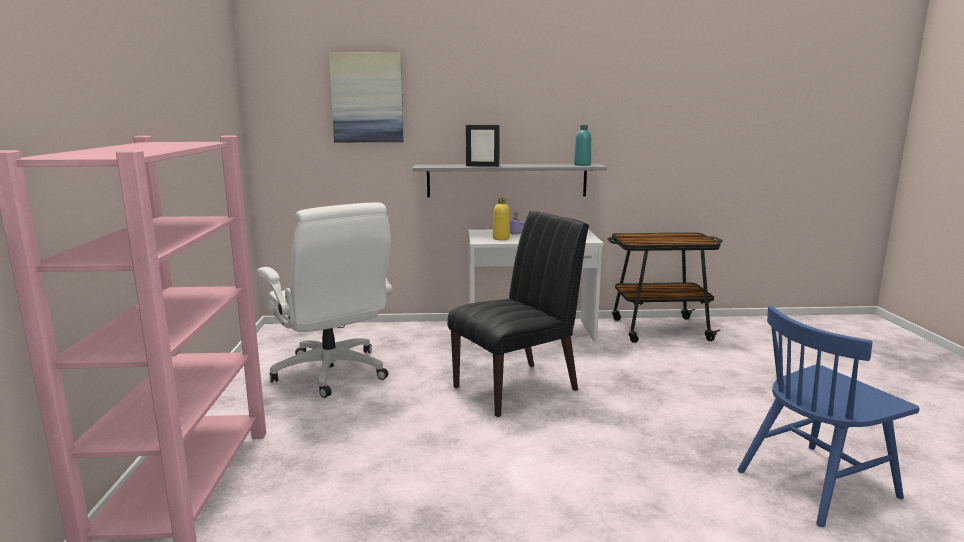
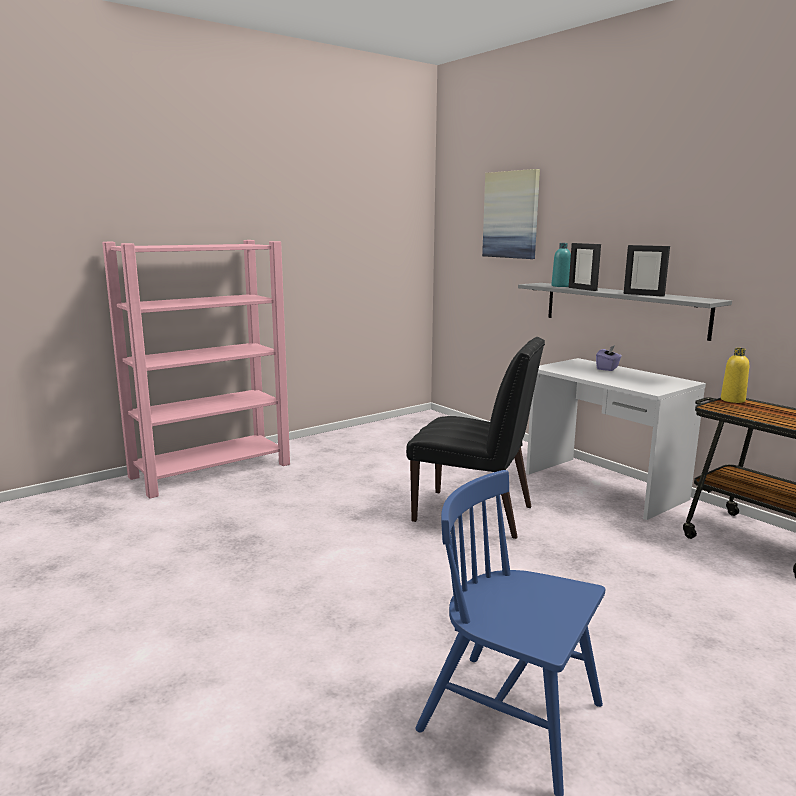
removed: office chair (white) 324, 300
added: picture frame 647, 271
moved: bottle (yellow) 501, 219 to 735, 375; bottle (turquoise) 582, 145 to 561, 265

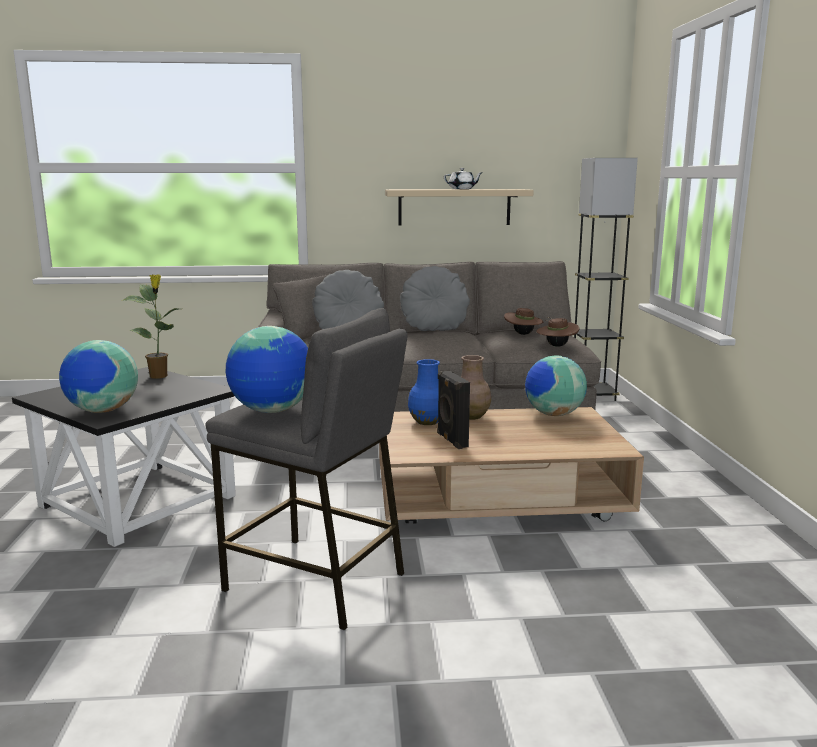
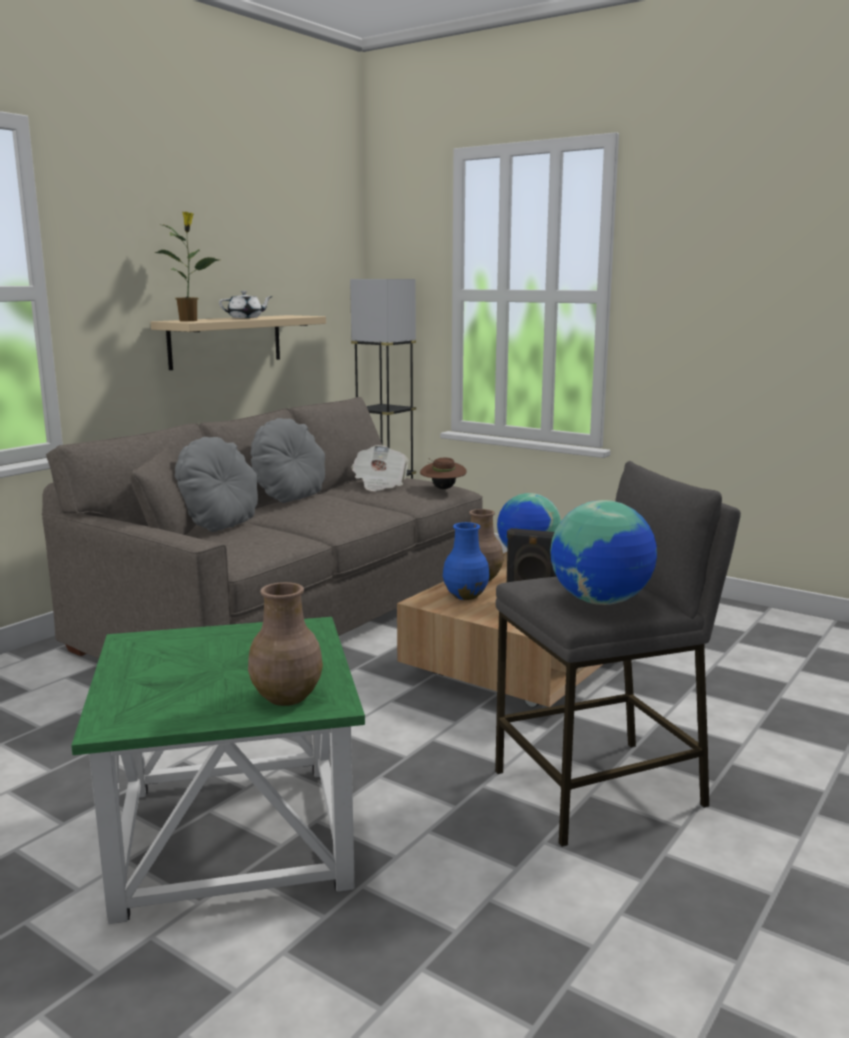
moved: potted plant 150, 327 to 186, 266
replaced: globe 98, 376 to vase (brown) 285, 644; hat (brown) 523, 321 to newspaper 380, 468
recoloured: side table (black) 124, 457 to side table (green) 218, 770

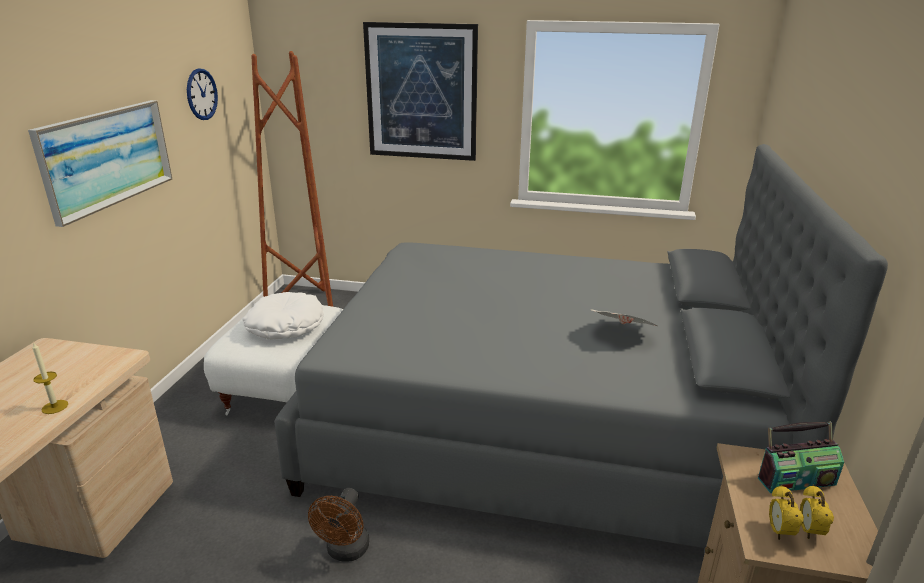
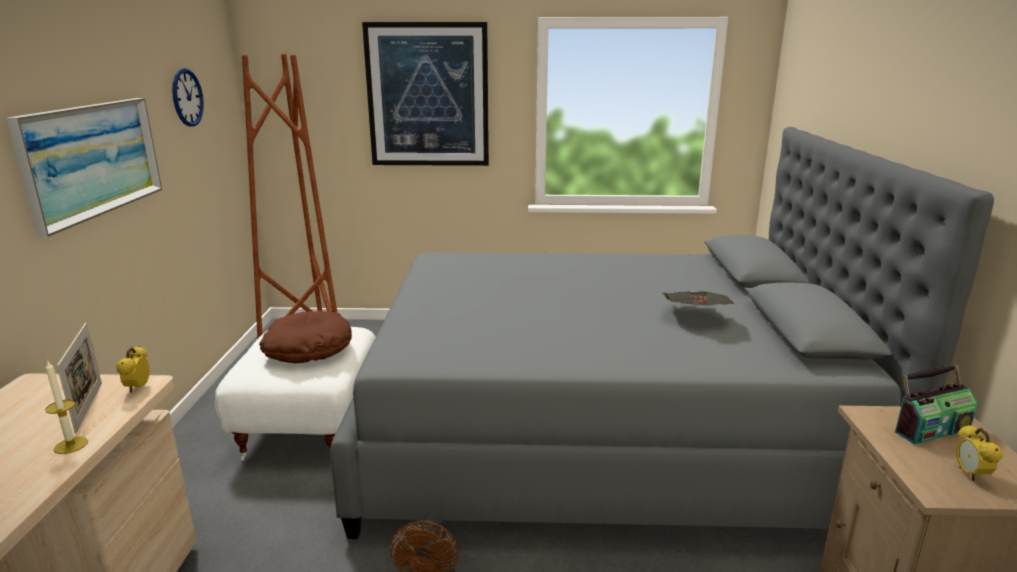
added: picture frame 79, 378
moved: alarm clock 786, 512 to 132, 369
recoloured: pillow (white) 283, 315 to pillow (brown) 305, 337

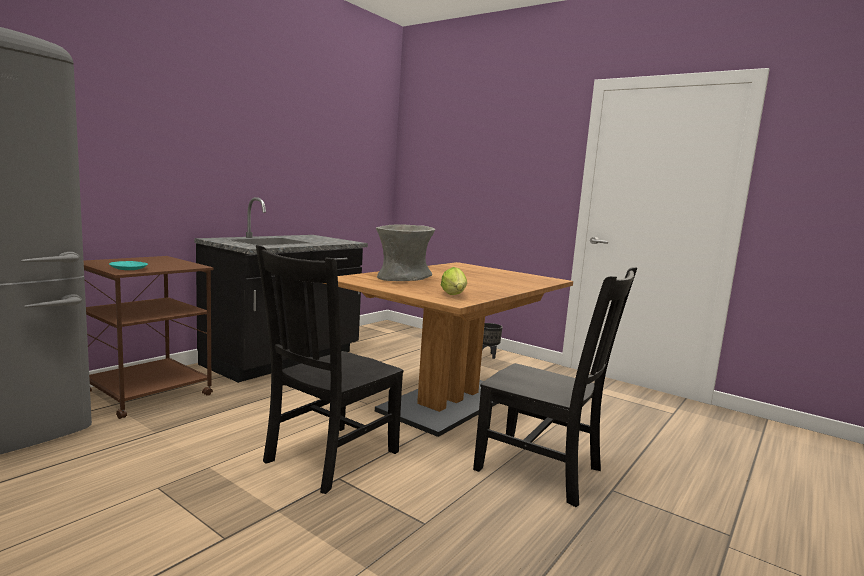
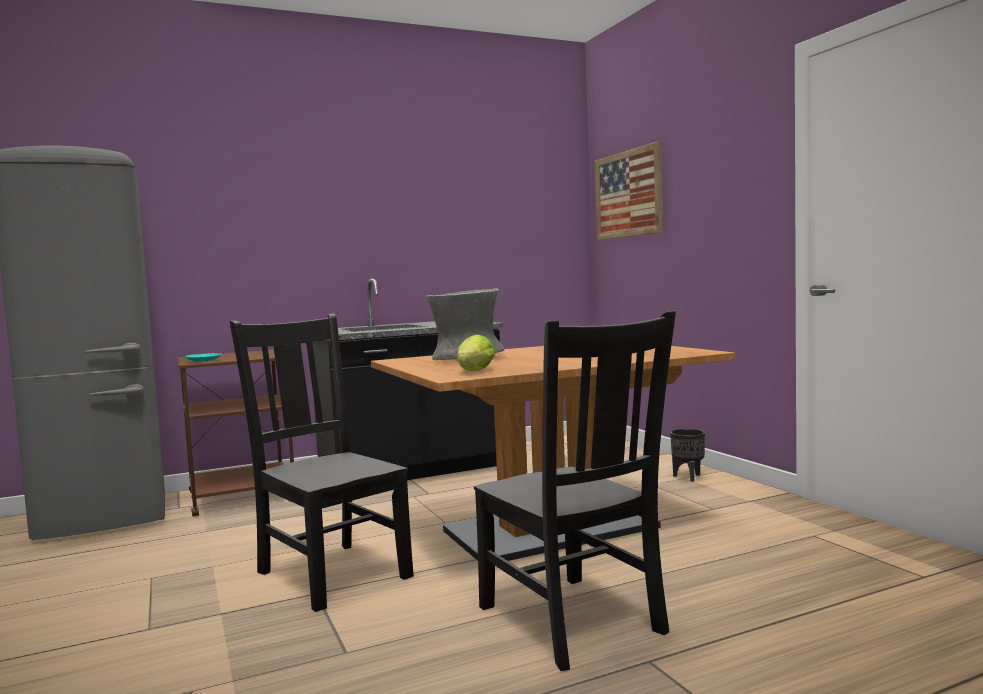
added: picture 629, 191
turned: chair (black) 330, 369 = 322, 463 75 degrees clockwise

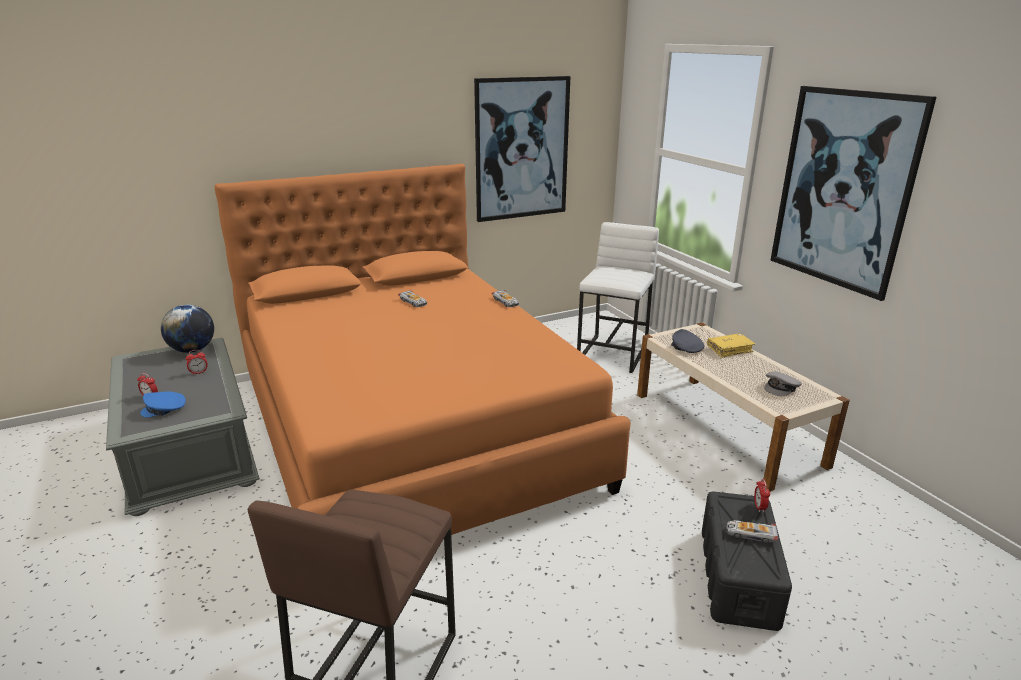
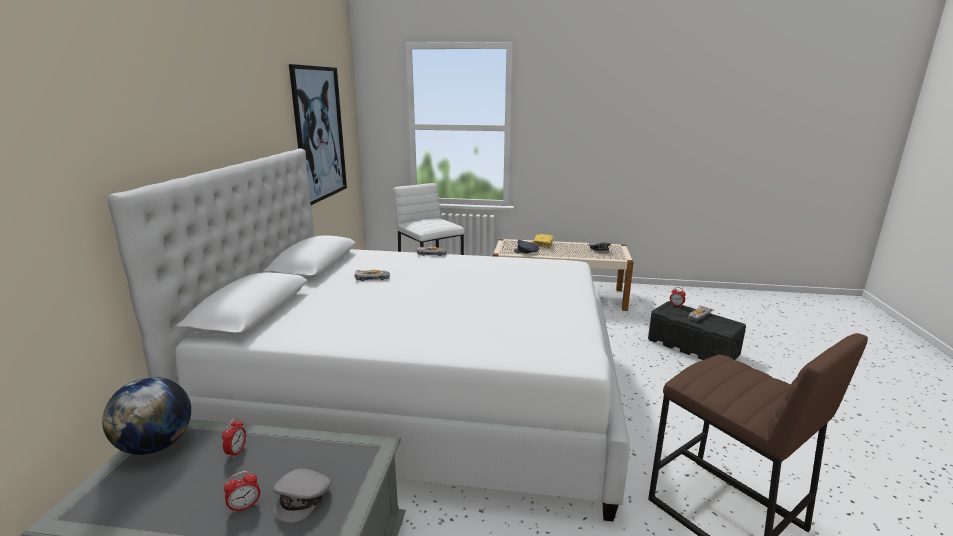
removed: picture 853, 193
recoloured: cap (blue) 163, 404 to cap (grey) 302, 496; bed (orange) 422, 349 to bed (white) 369, 334

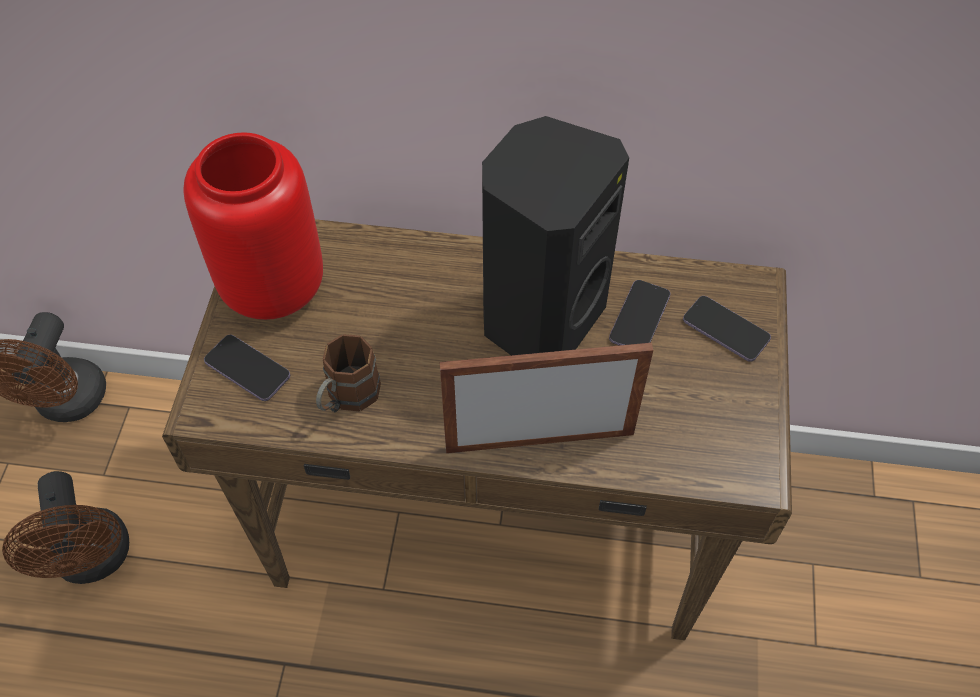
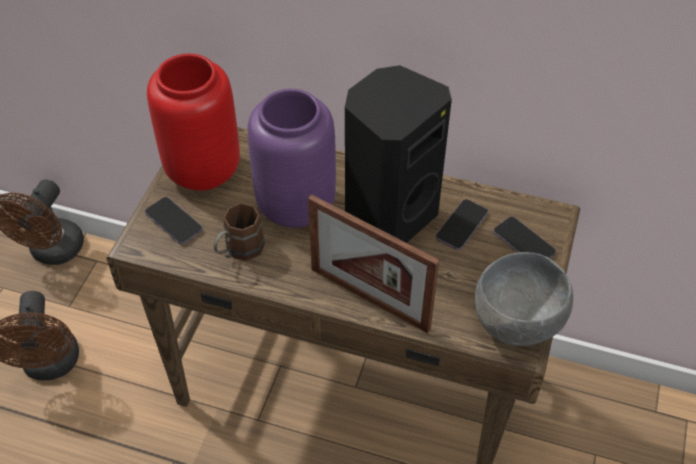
added: vase (purple) 292, 158; bowl (grey) 524, 299
turned: picture frame 546, 398 = 373, 264 150 degrees counterclockwise

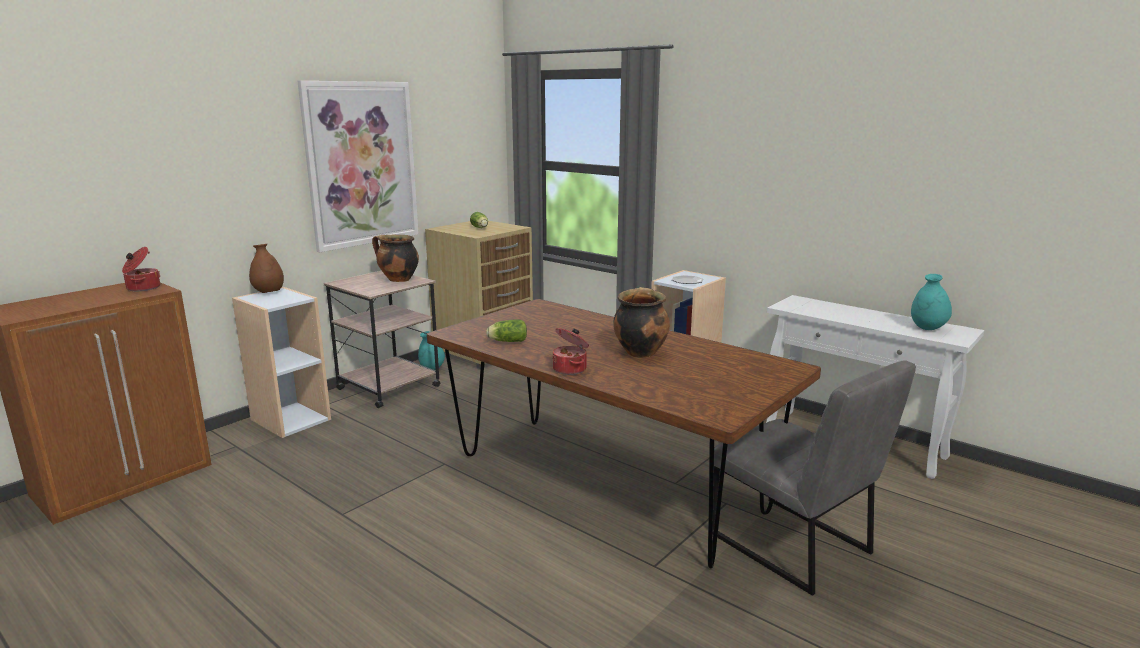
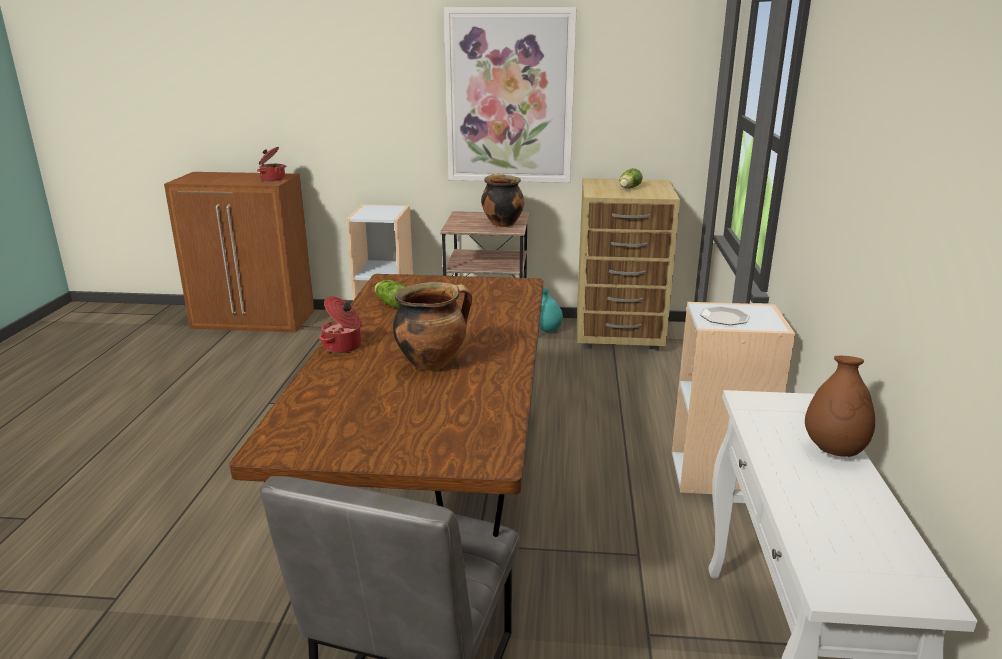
removed: vase (turquoise) 931, 302
moved: vase (brown) 266, 268 to 840, 406

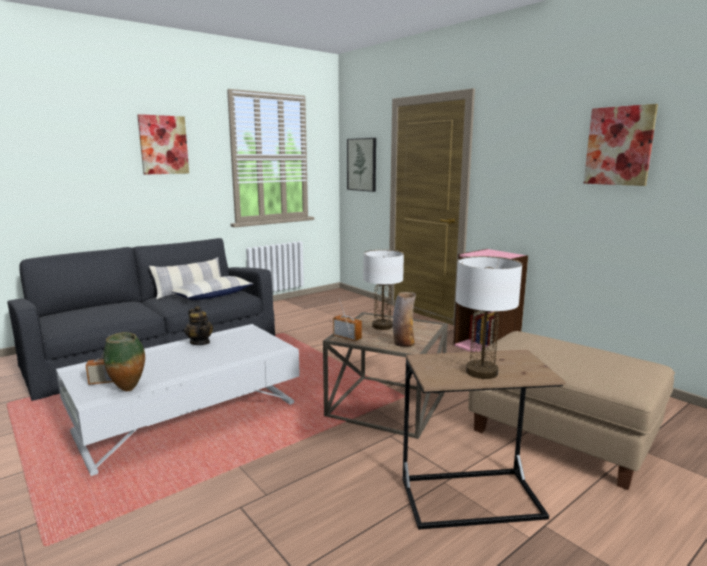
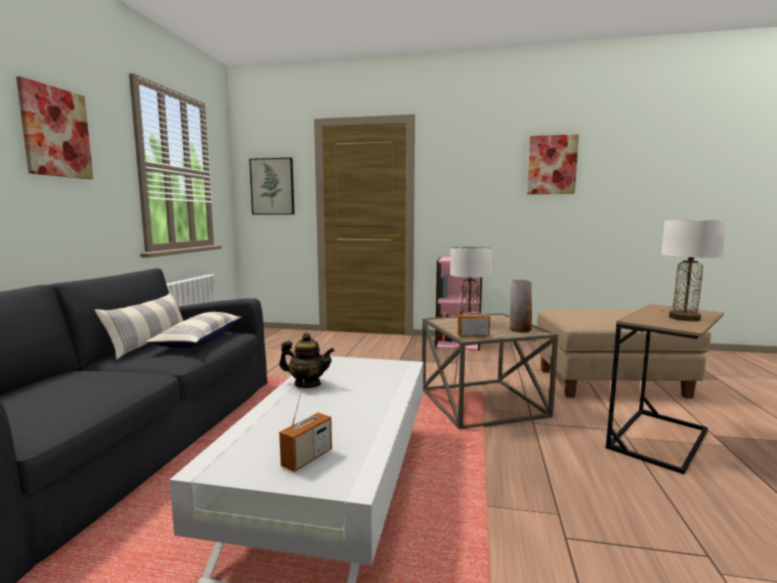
removed: vase 124, 361

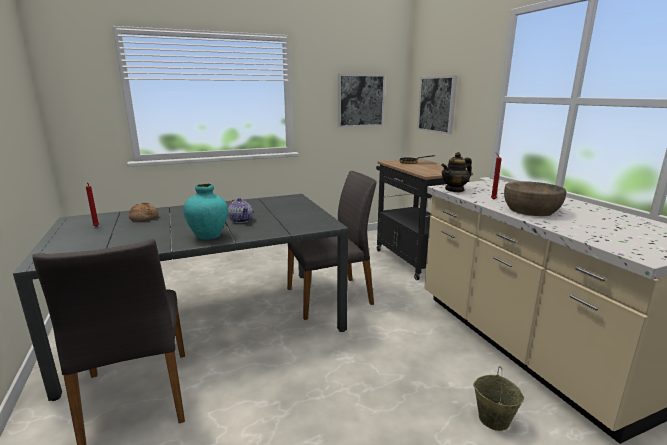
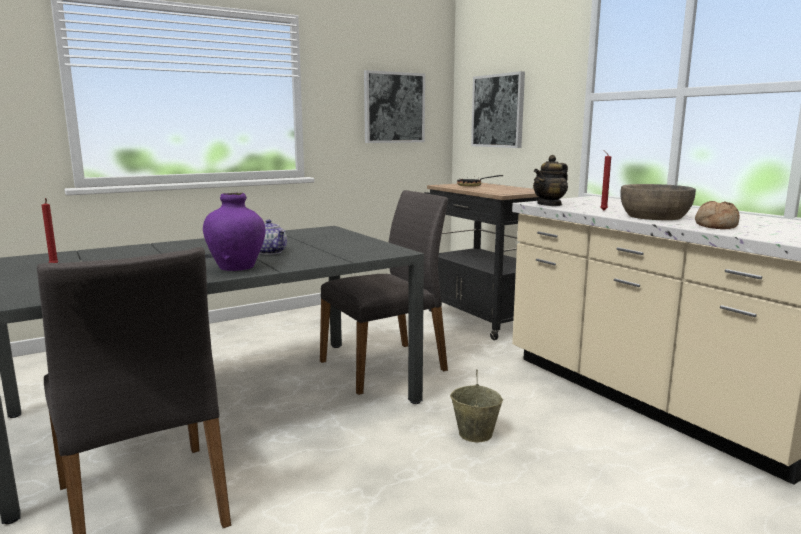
moved: bread 144, 212 to 717, 215; bucket (beige) 498, 398 to 476, 405
recoloured: vase (turquoise) 205, 212 to vase (purple) 234, 231

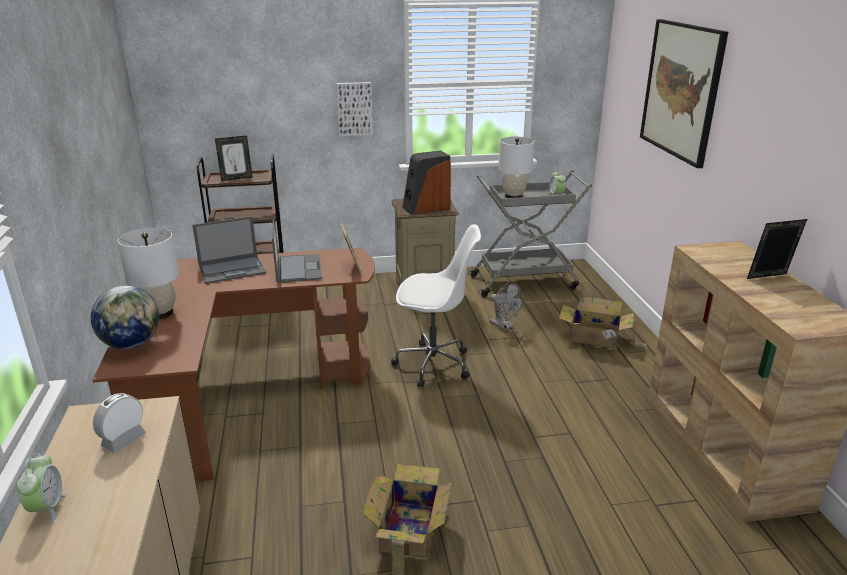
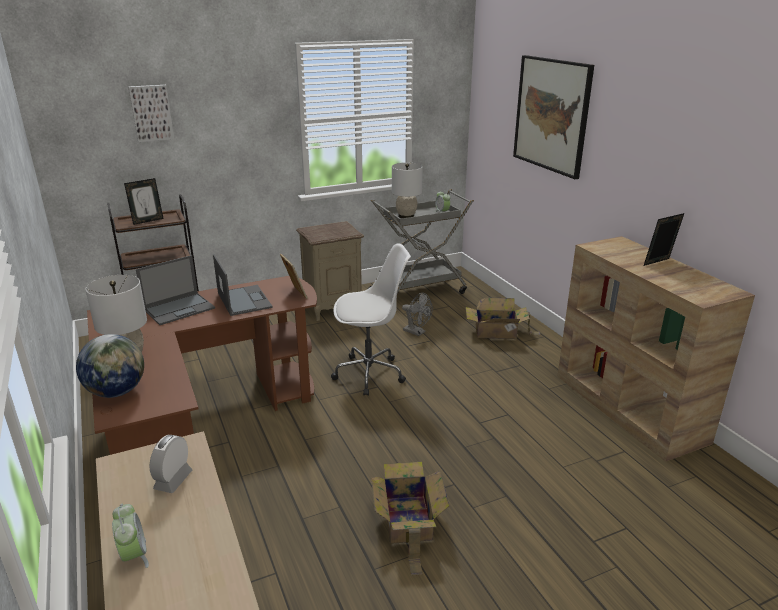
removed: speaker 426, 182
moved: picture 354, 109 to 151, 113

